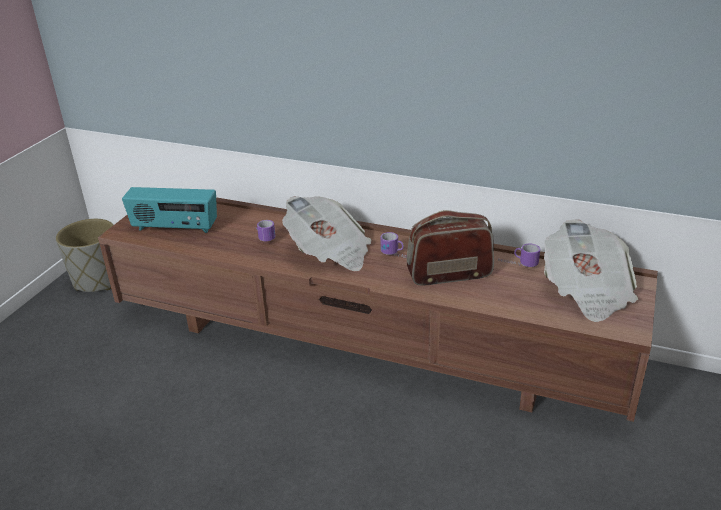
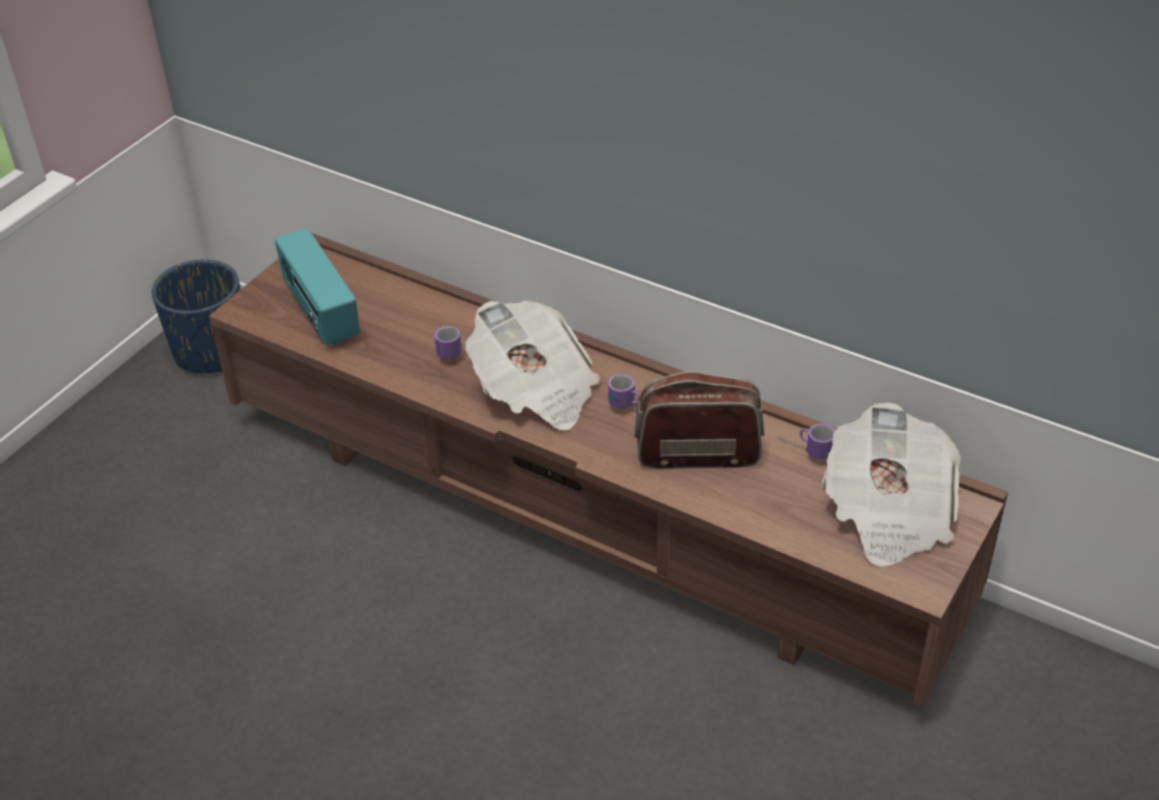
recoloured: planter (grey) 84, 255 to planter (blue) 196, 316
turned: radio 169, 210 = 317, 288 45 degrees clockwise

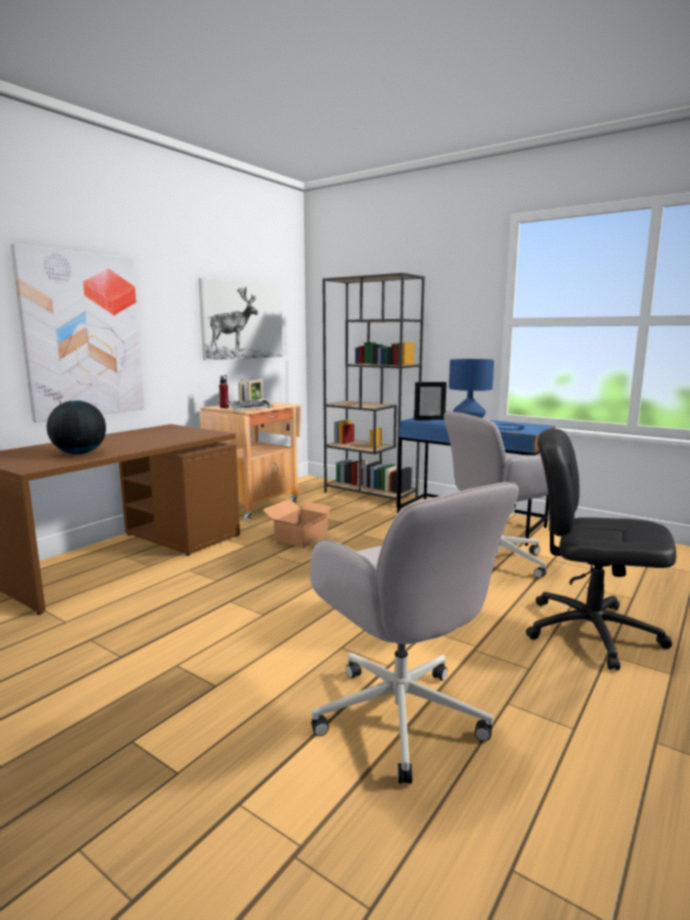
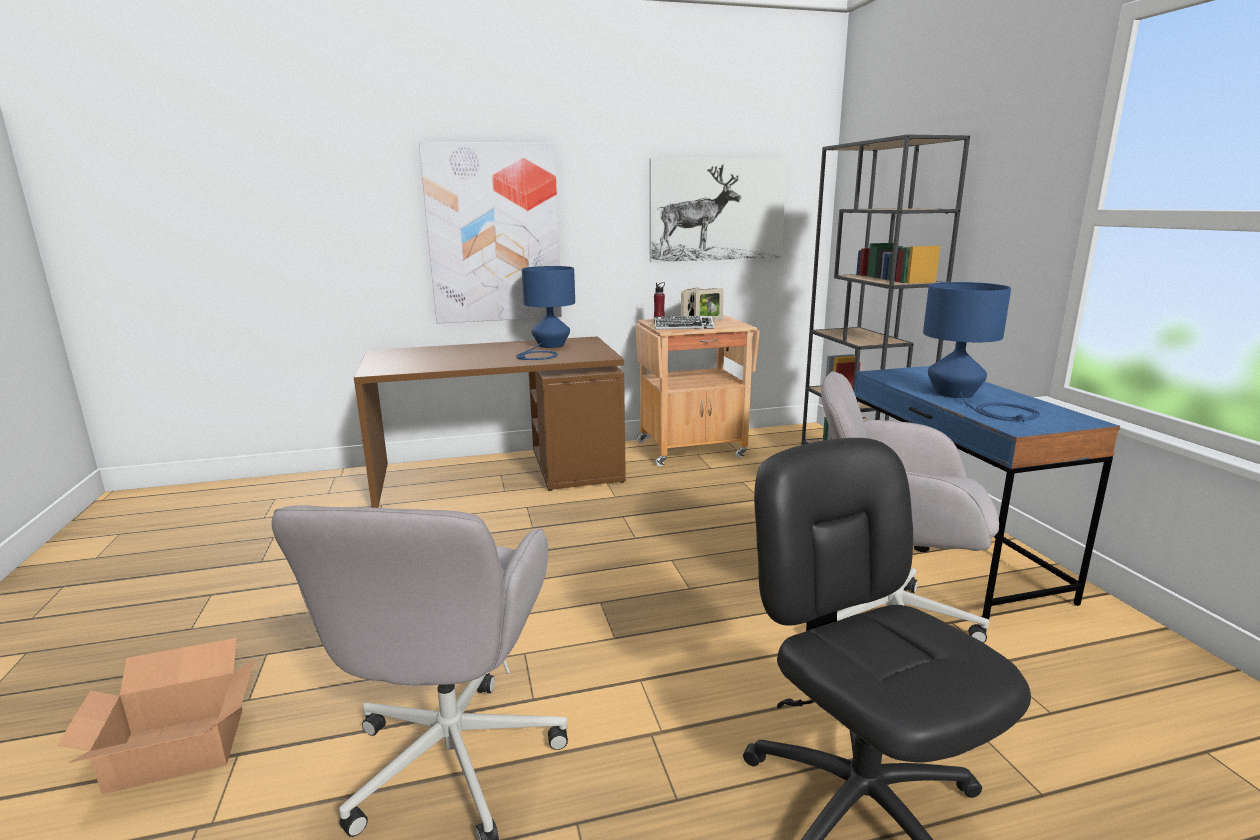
removed: globe 76, 427; picture frame 430, 401
added: table lamp (blue) 545, 313
moved: cardboard box 300, 523 to 156, 716

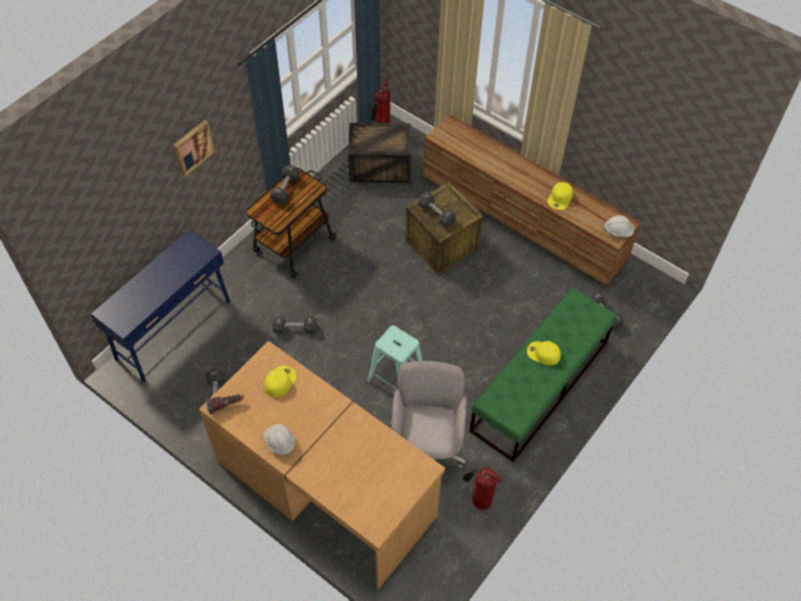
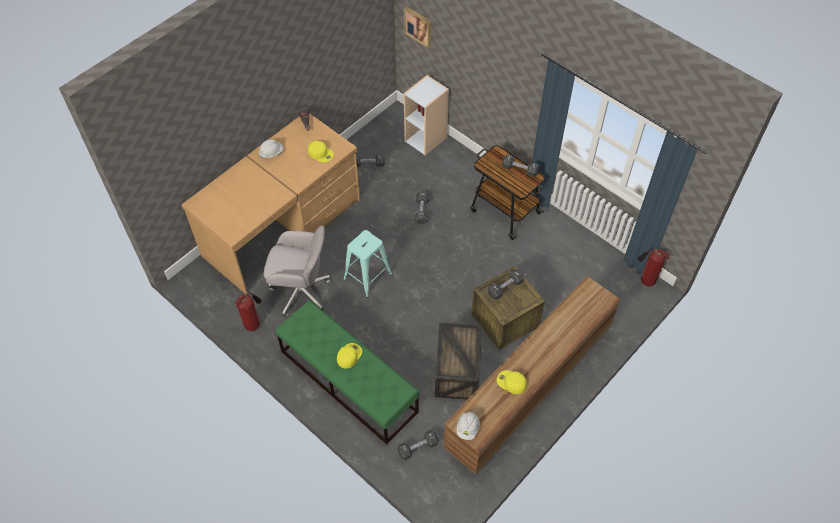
moved: picture 194, 148 to 417, 27; crate 379, 153 to 458, 361
replaced: console table (blue) 160, 306 to bookcase 426, 115

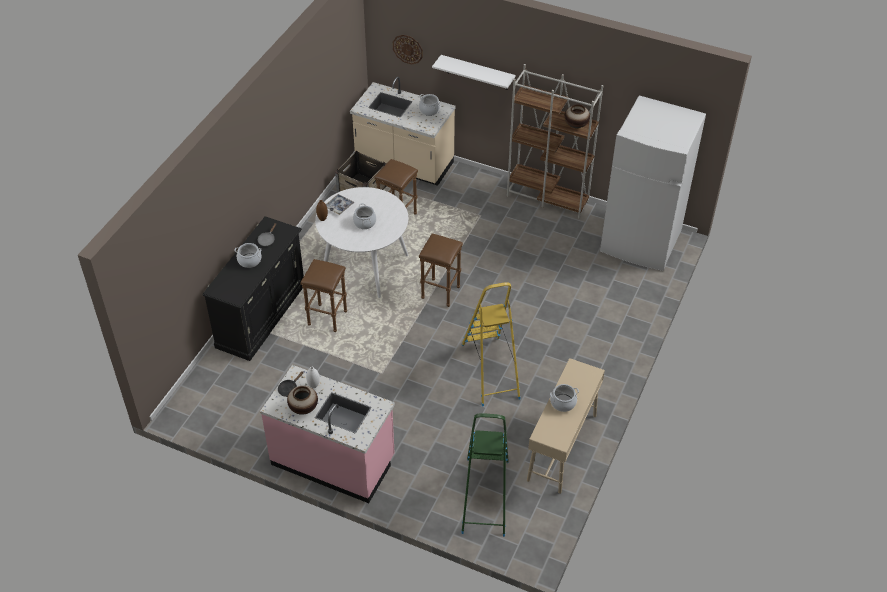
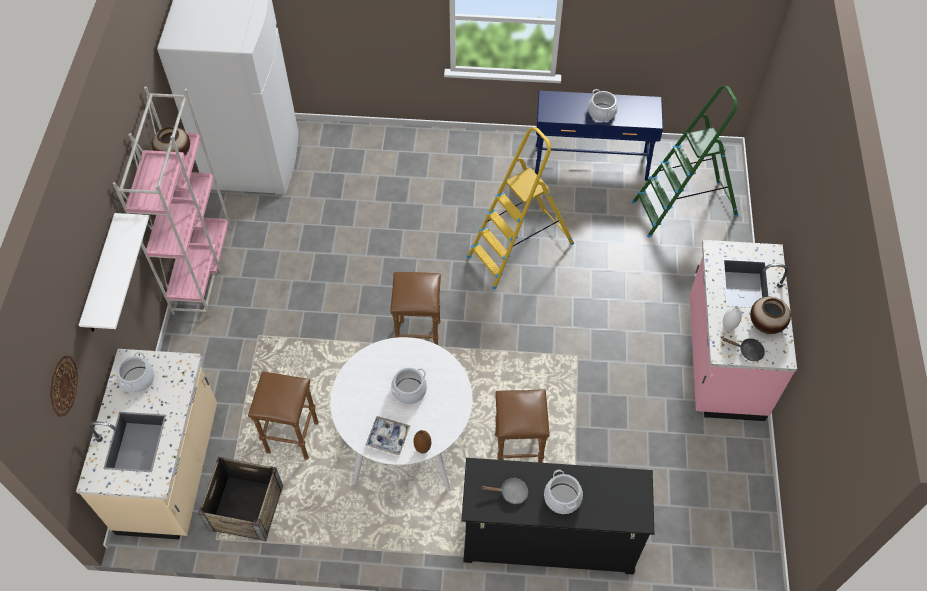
recoloured: bookcase (brown) 555, 141 to bookcase (pink) 172, 201; console table (beige) 566, 426 to console table (blue) 599, 136

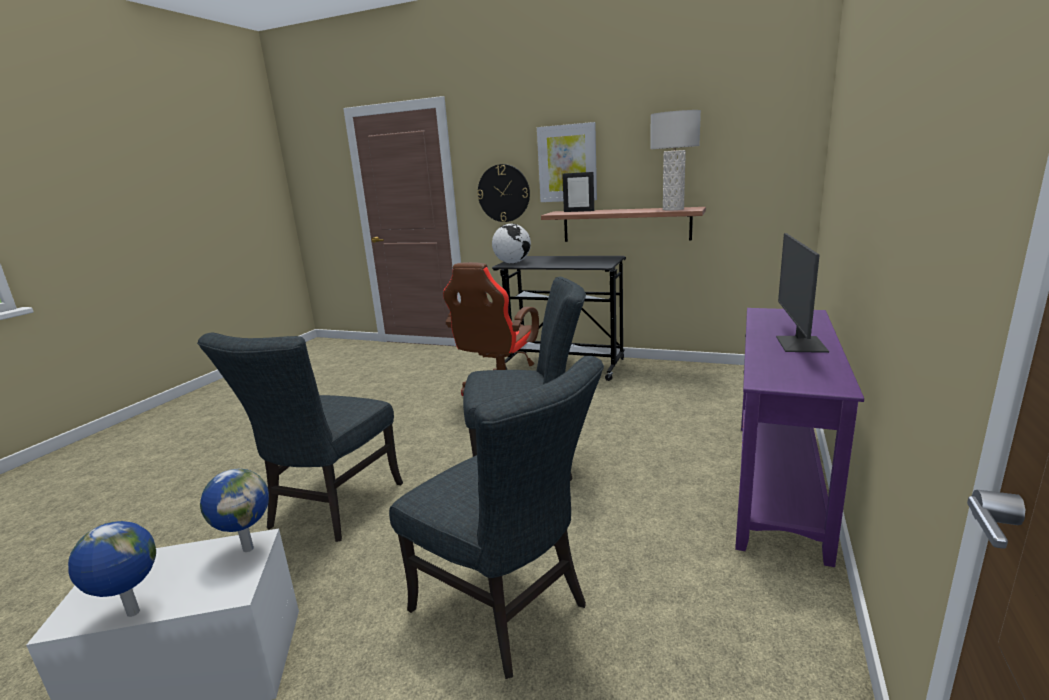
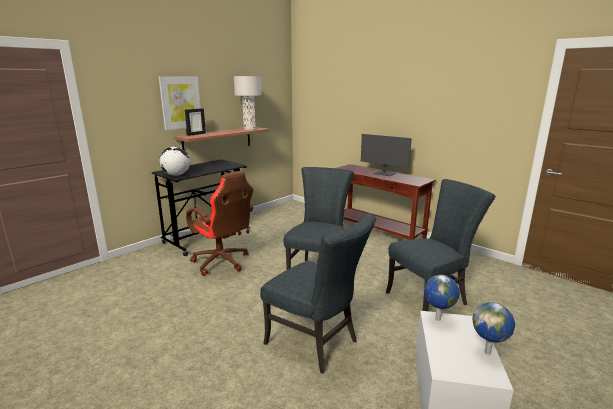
removed: wall clock 503, 193
recoloured: console table (purple) 799, 437 to console table (brown) 386, 202

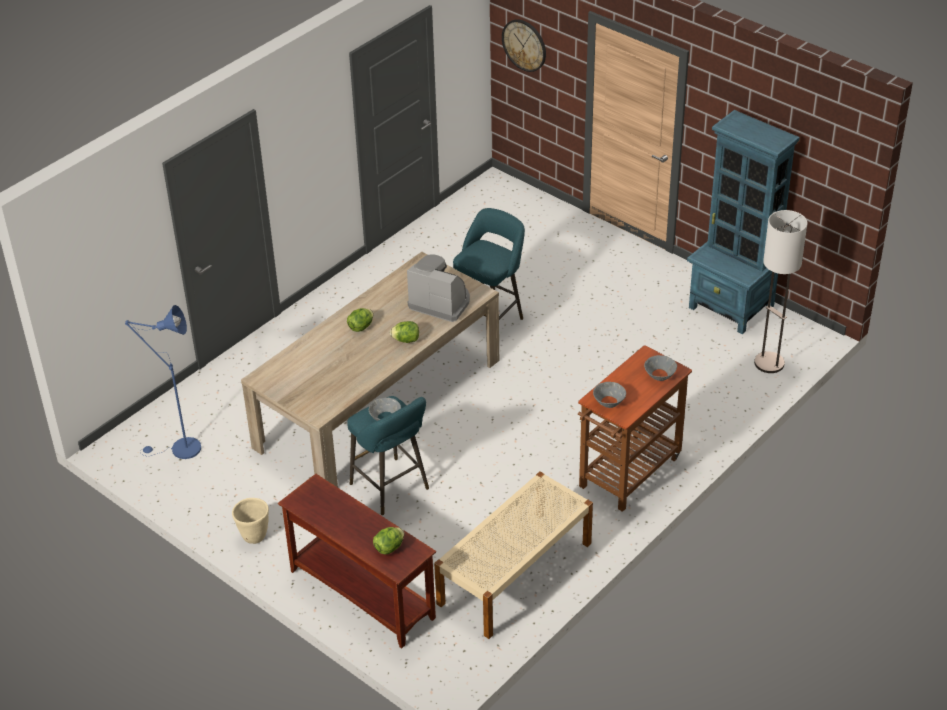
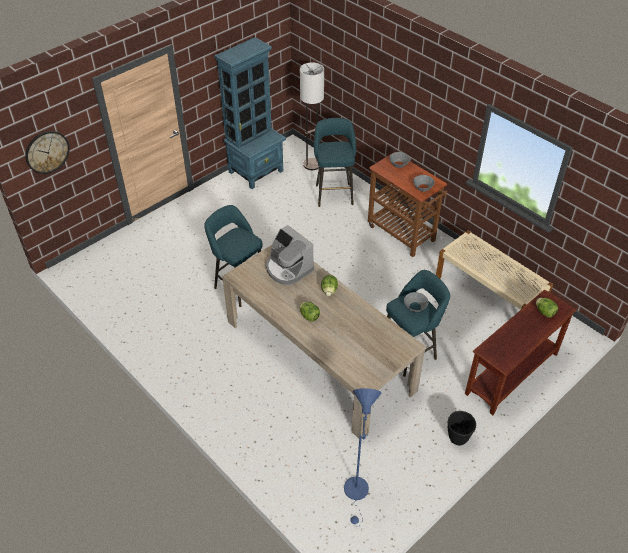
added: stool (turquoise) 335, 162
recoloured: planter (beige) 250, 521 to planter (black) 462, 428
turned: coffee machine 438, 288 = 290, 255 75 degrees counterclockwise

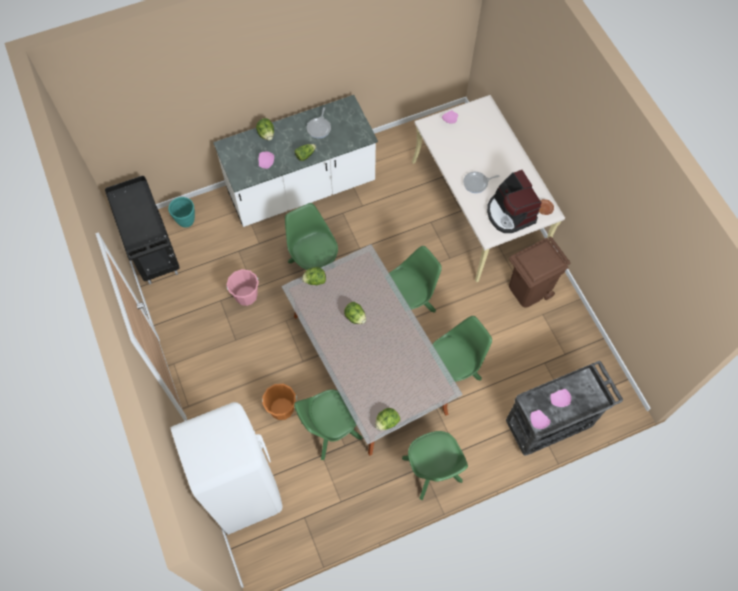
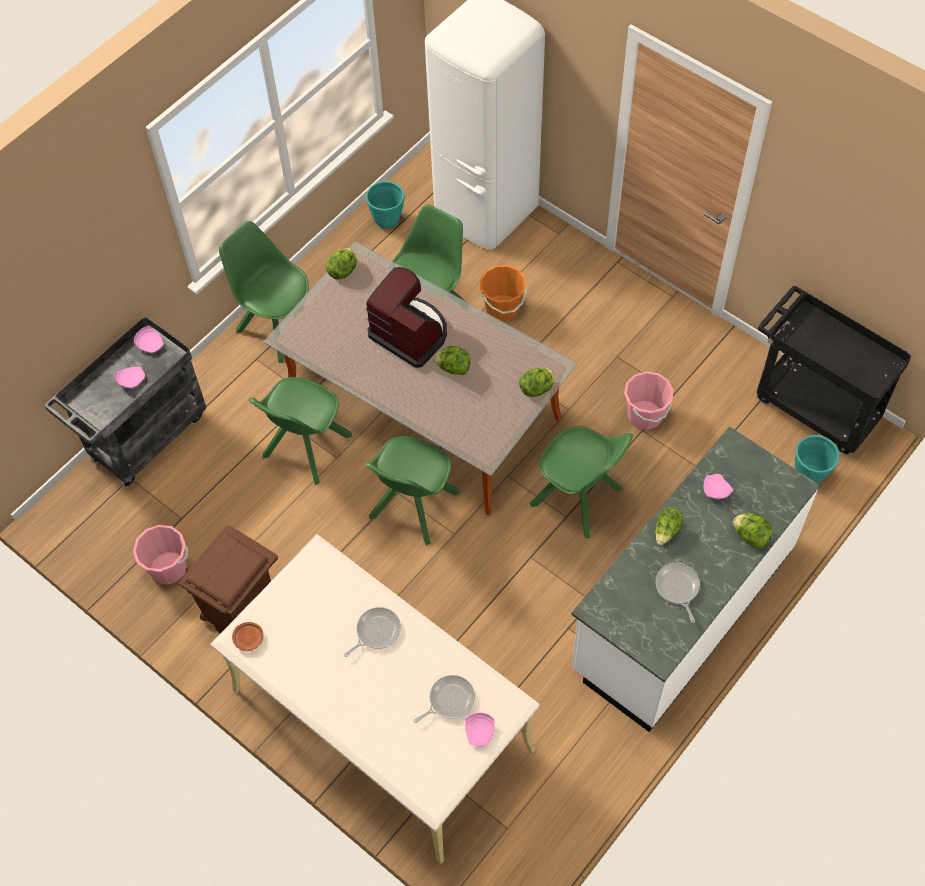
added: bucket (pink) 160, 554; planter (turquoise) 385, 205; frying pan 444, 699
moved: coffee machine 514, 201 to 406, 317

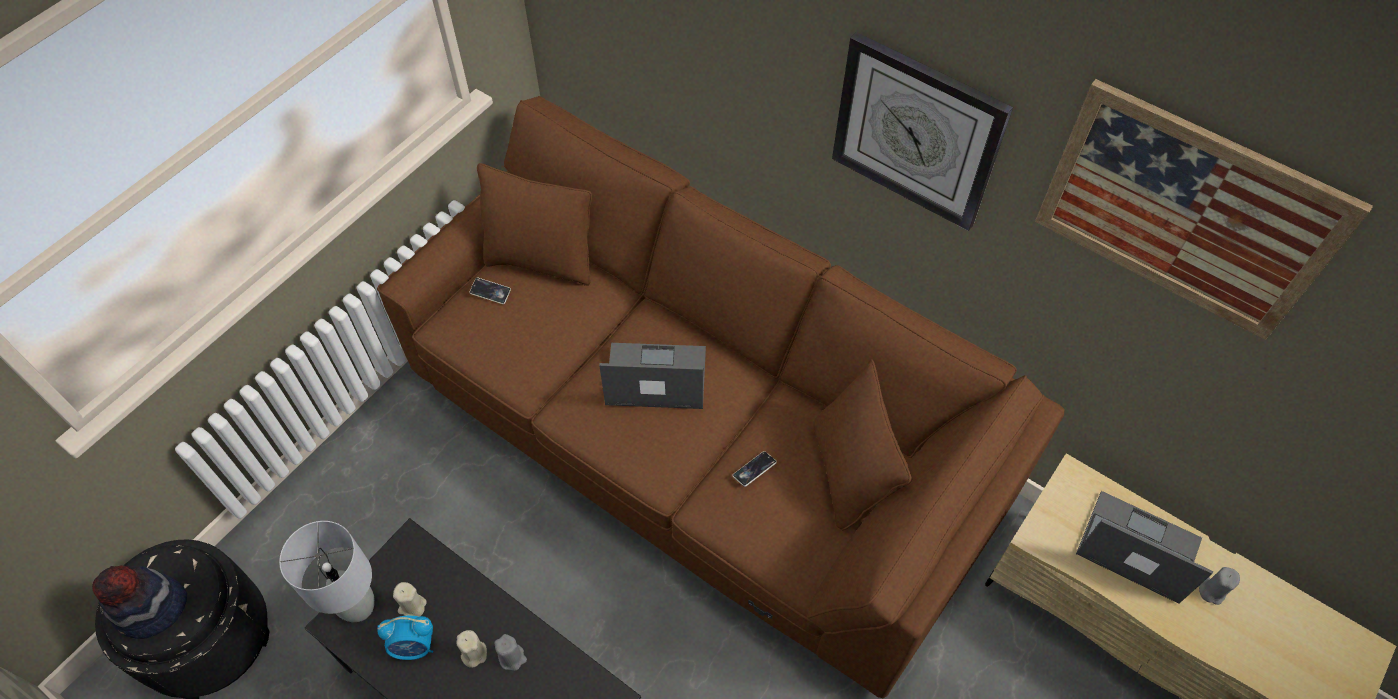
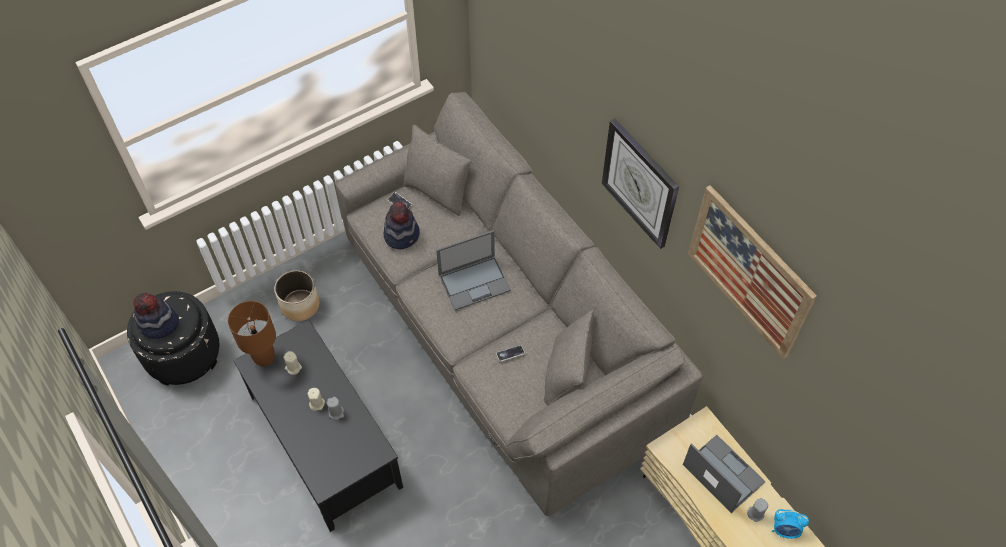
added: planter 297, 295; hat 401, 225
moved: alarm clock 405, 638 to 790, 524
recoloured: table lamp (grey) 327, 571 to table lamp (brown) 252, 334; sofa (brown) 720, 397 to sofa (grey) 519, 304
turned: laptop 652, 376 = 473, 270 135 degrees clockwise

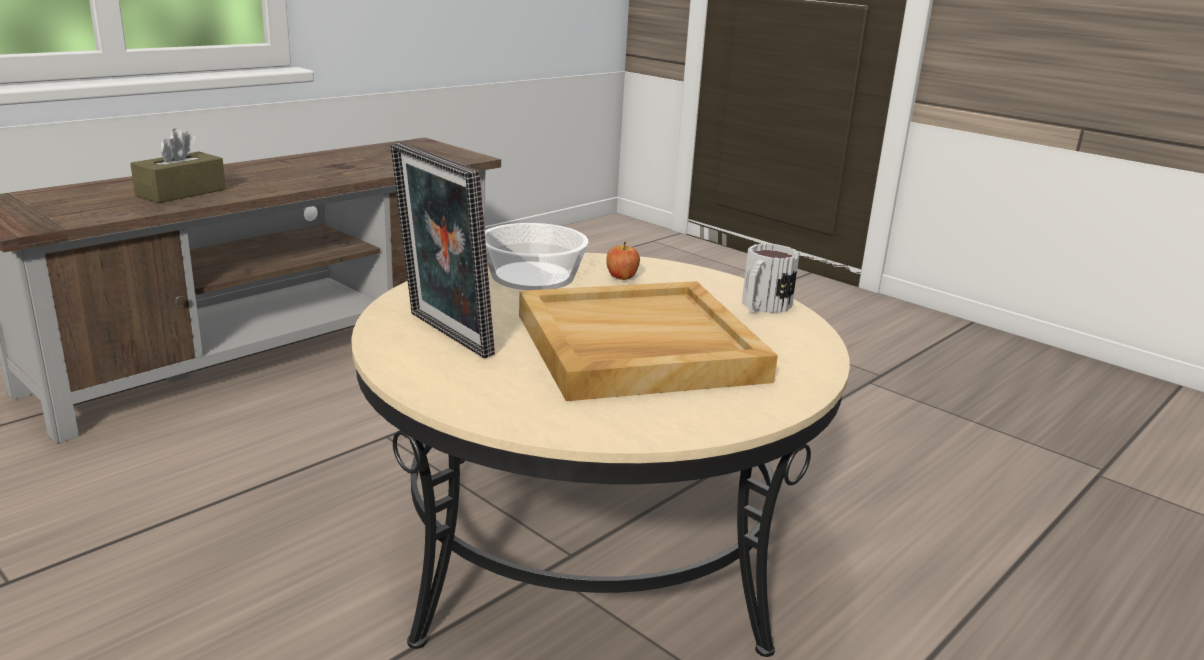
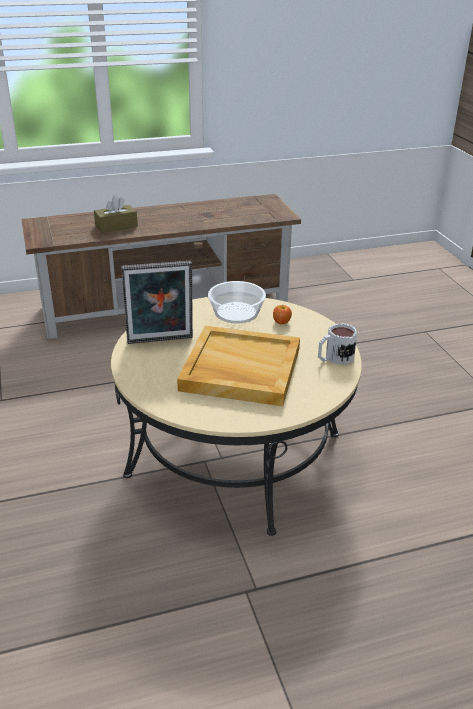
turned: picture frame 442, 250 = 157, 302 90 degrees counterclockwise

